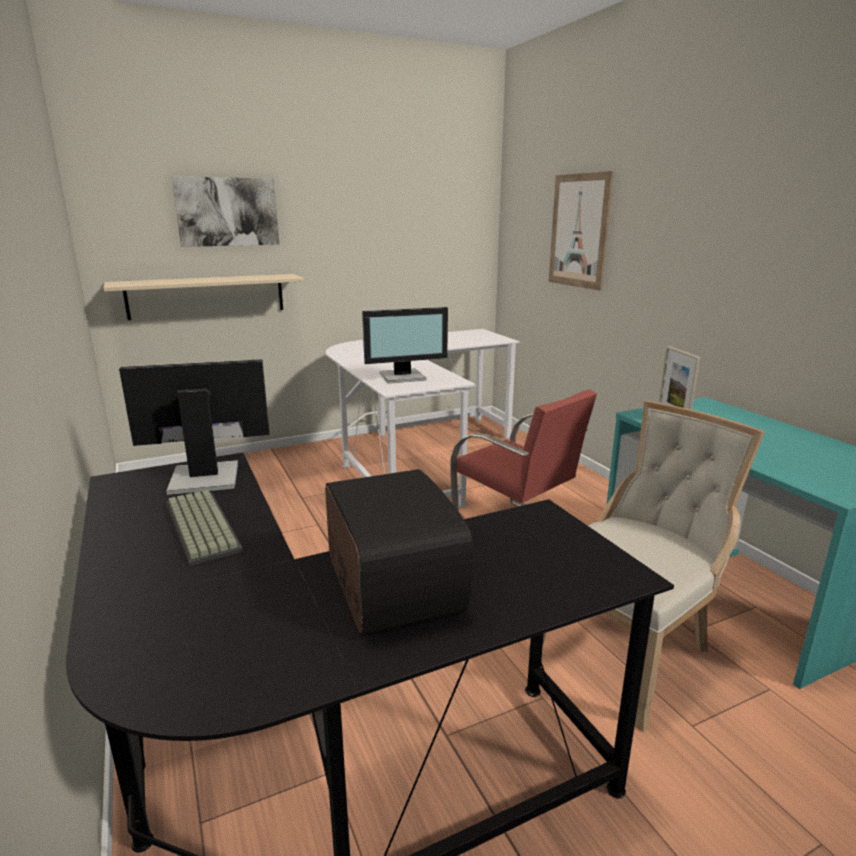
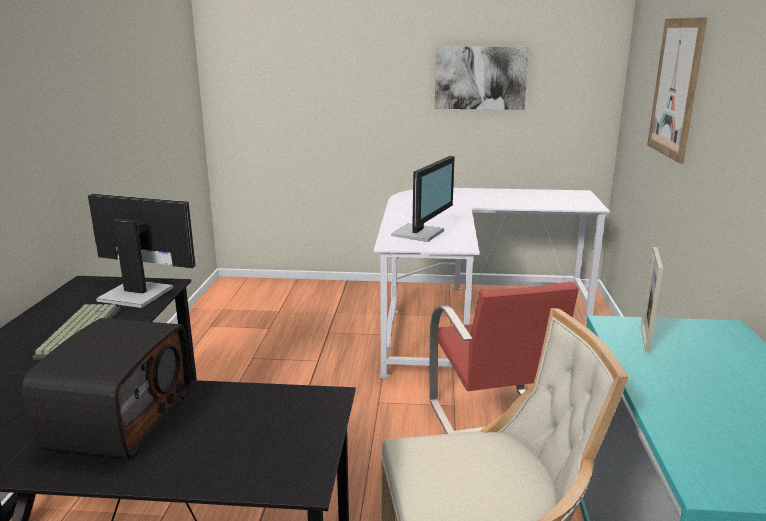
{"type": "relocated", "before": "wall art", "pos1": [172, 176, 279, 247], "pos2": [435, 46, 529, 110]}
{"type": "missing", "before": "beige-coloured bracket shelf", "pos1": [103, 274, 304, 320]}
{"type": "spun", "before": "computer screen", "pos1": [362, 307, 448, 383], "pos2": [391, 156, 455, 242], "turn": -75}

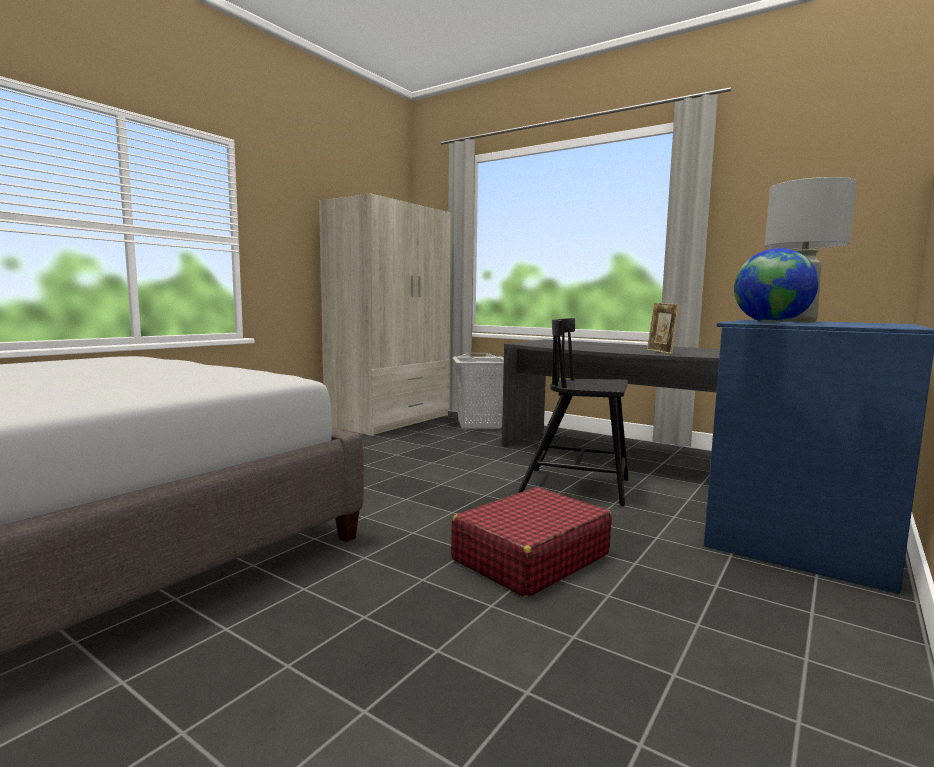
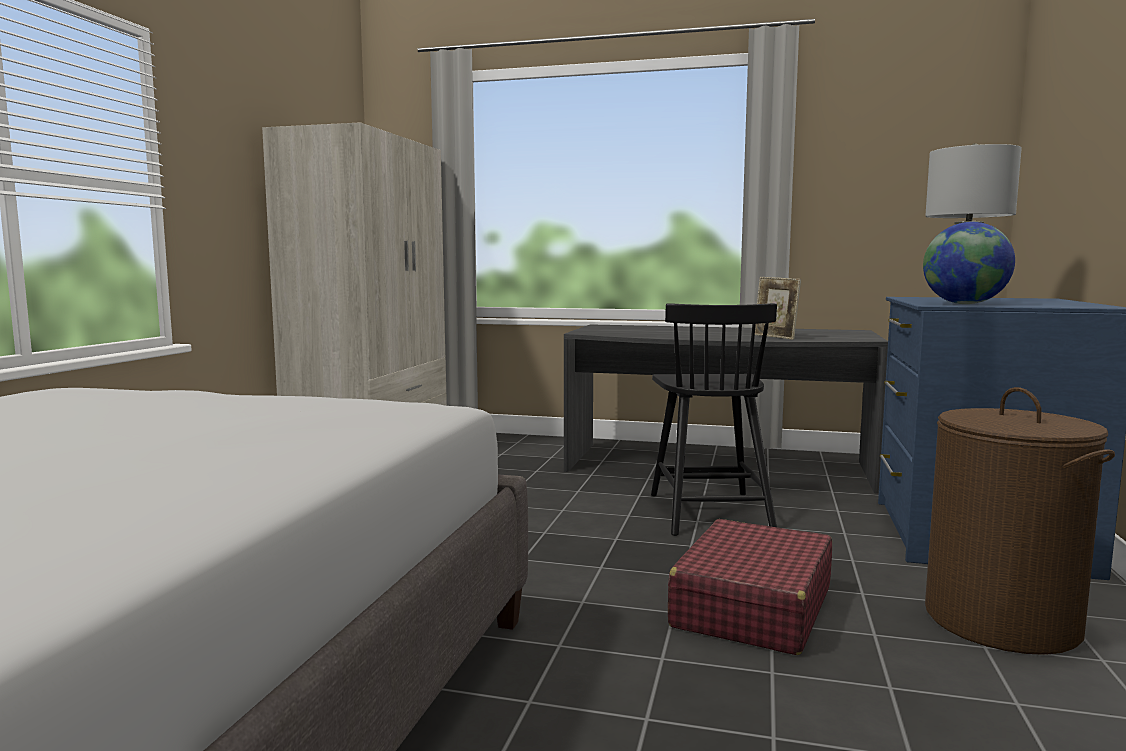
{"type": "spun", "before": "black-coloured plain chair", "pos1": [518, 318, 629, 506], "pos2": [651, 303, 777, 536], "turn": -90}
{"type": "missing", "before": "grey washing basket", "pos1": [452, 353, 504, 429]}
{"type": "appeared", "after": "brown-coloured washing basket", "pos2": [925, 387, 1115, 655]}

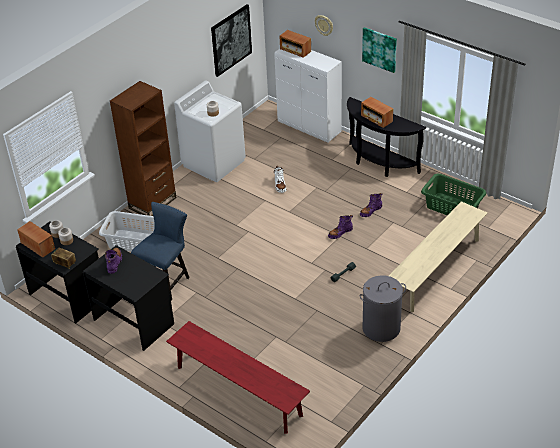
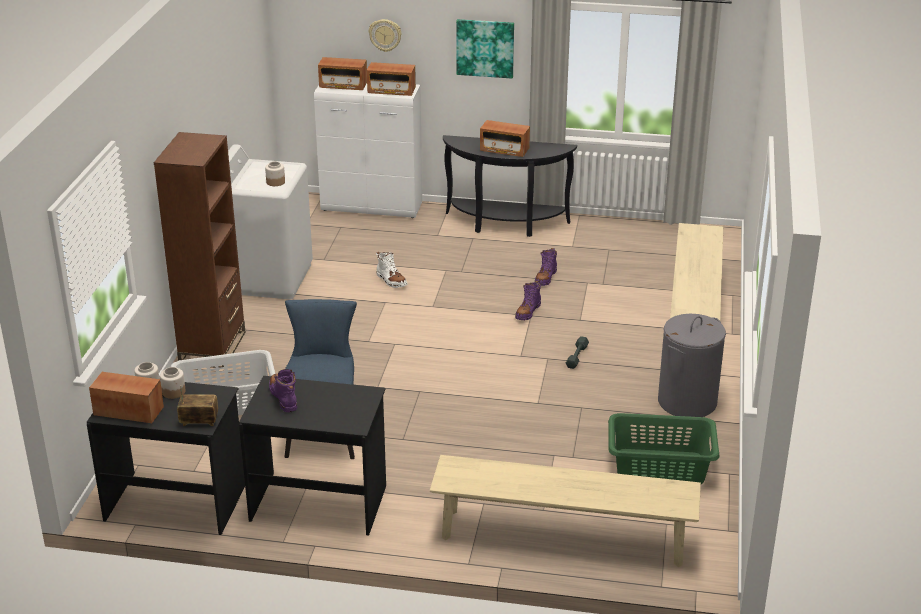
{"type": "missing", "before": "wall art", "pos1": [211, 4, 252, 77]}
{"type": "relocated", "before": "greenish washing basket", "pos1": [421, 174, 486, 215], "pos2": [608, 413, 719, 484]}
{"type": "colour", "before": "reddish indoor bench", "after": "beige-coloured indoor bench", "pos1": [166, 321, 310, 434], "pos2": [430, 455, 701, 567]}
{"type": "appeared", "after": "radio set", "pos2": [367, 62, 416, 96]}

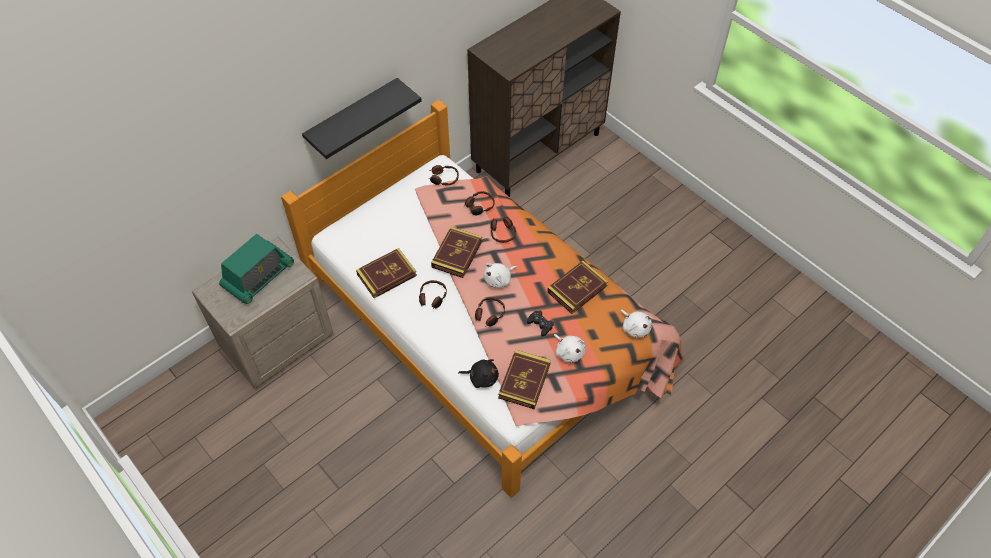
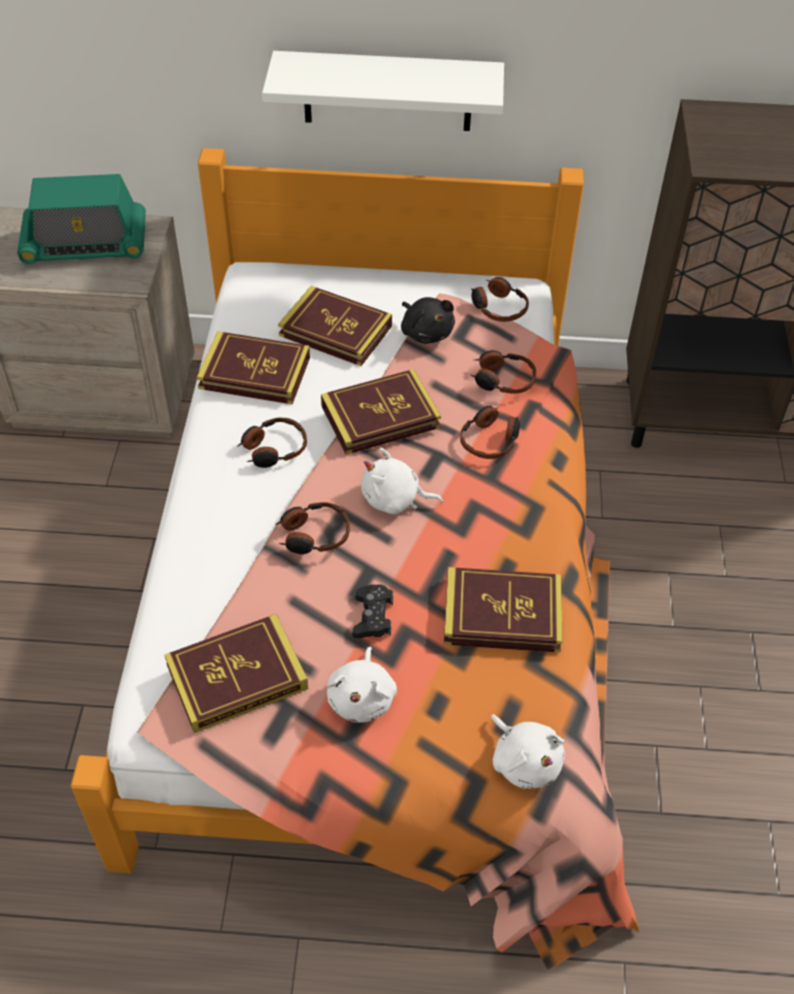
{"type": "colour", "before": "black-coloured bracket shelf", "after": "whitish bracket shelf", "pos1": [302, 78, 422, 159], "pos2": [262, 51, 504, 131]}
{"type": "spun", "before": "whitish cuddly toy", "pos1": [620, 310, 652, 338], "pos2": [490, 714, 565, 789], "turn": -45}
{"type": "relocated", "before": "black-coloured cuddly toy", "pos1": [458, 359, 499, 388], "pos2": [401, 297, 455, 344]}
{"type": "appeared", "after": "volume", "pos2": [278, 286, 392, 366]}

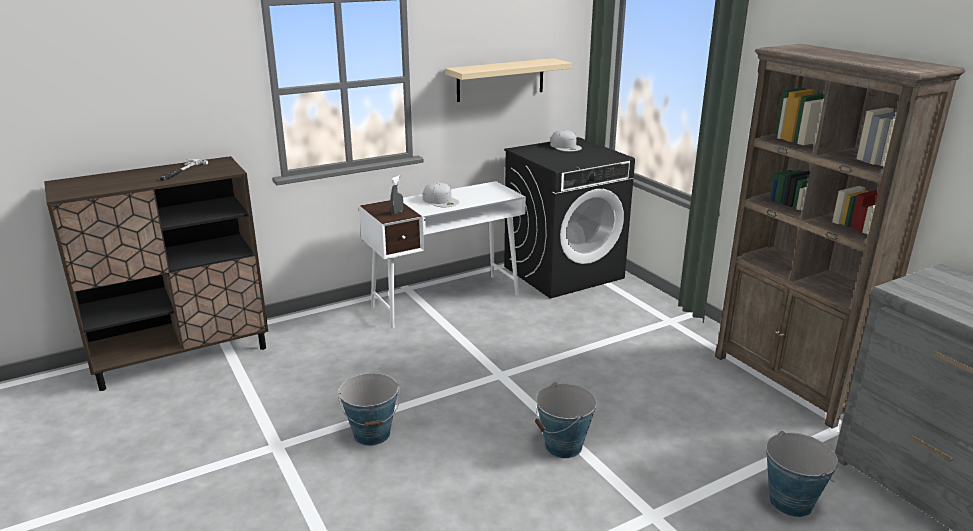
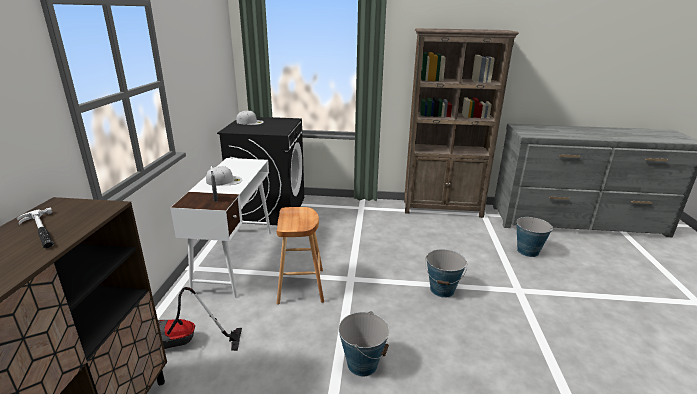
{"type": "missing", "before": "beige-coloured bracket shelf", "pos1": [445, 58, 572, 102]}
{"type": "appeared", "after": "brown-coloured stool seat", "pos2": [276, 207, 324, 305]}
{"type": "appeared", "after": "hoover", "pos2": [158, 287, 242, 351]}

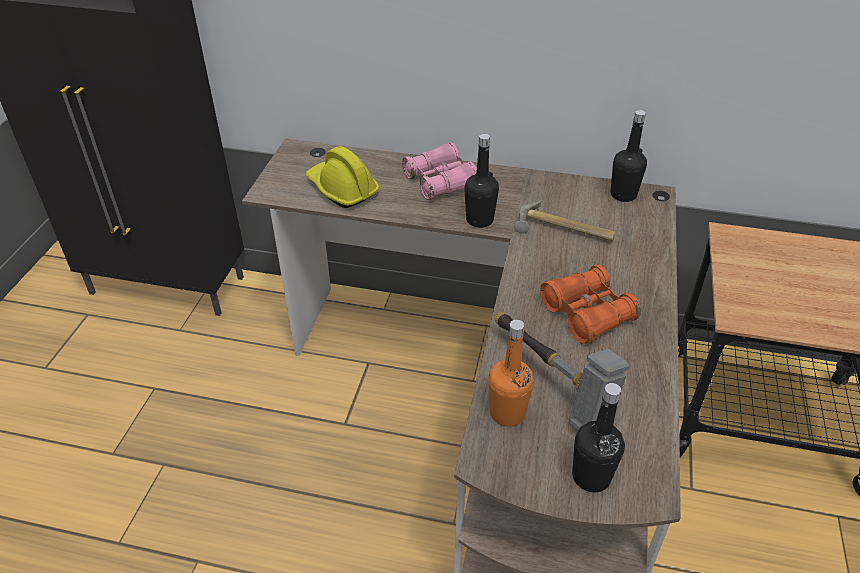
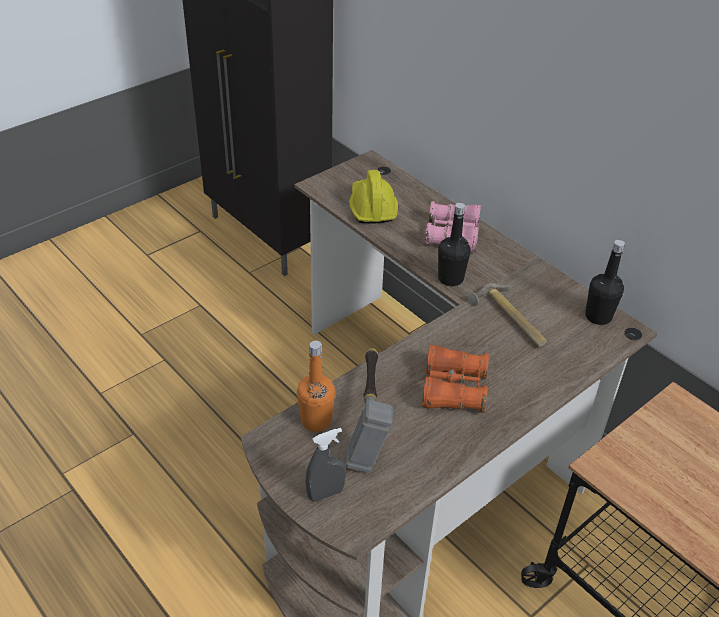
{"type": "exchanged", "before": "black-coloured drink bottle", "after": "grey hand sprayer", "pos1": [572, 383, 625, 492], "pos2": [306, 428, 346, 502]}

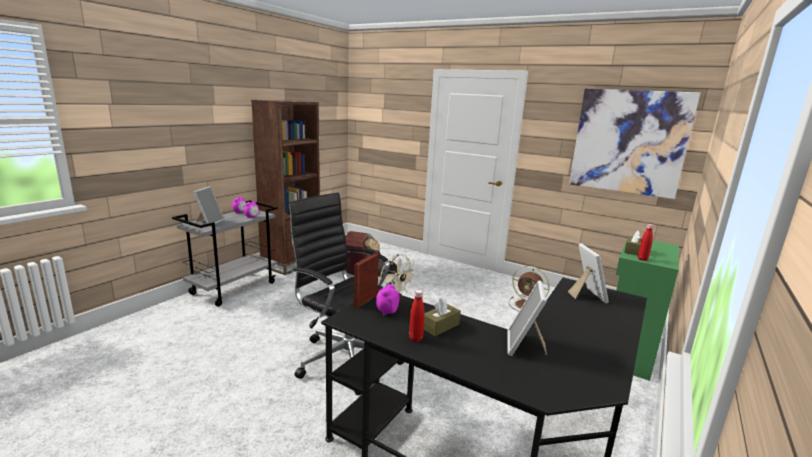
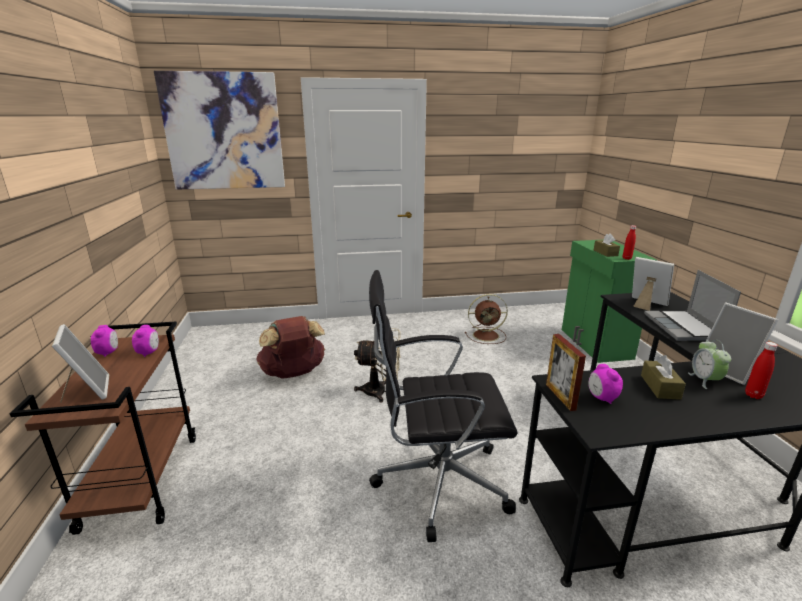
{"type": "relocated", "before": "wall art", "pos1": [569, 89, 700, 199], "pos2": [154, 71, 285, 190]}
{"type": "missing", "before": "brown-coloured shelving unit", "pos1": [251, 100, 320, 275]}
{"type": "colour", "before": "grey cart", "after": "brown-coloured cart", "pos1": [172, 201, 278, 306], "pos2": [10, 321, 196, 535]}
{"type": "relocated", "before": "reddish drink bottle", "pos1": [409, 290, 425, 342], "pos2": [745, 342, 778, 399]}
{"type": "appeared", "after": "notebook computer", "pos2": [644, 270, 741, 341]}
{"type": "appeared", "after": "alarm clock", "pos2": [688, 340, 731, 389]}

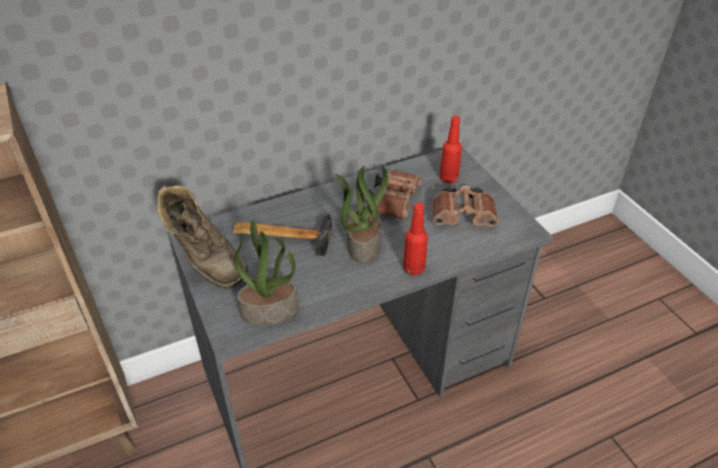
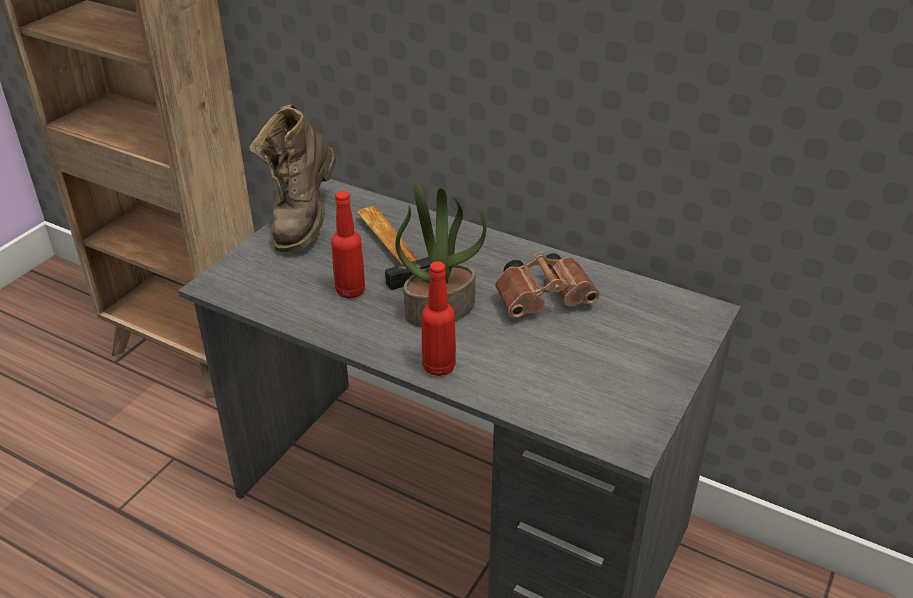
{"type": "relocated", "before": "reddish drink bottle", "pos1": [440, 115, 462, 183], "pos2": [331, 191, 365, 299]}
{"type": "missing", "before": "brown-coloured field glasses", "pos1": [433, 186, 499, 227]}
{"type": "missing", "before": "houseplant", "pos1": [234, 220, 298, 325]}

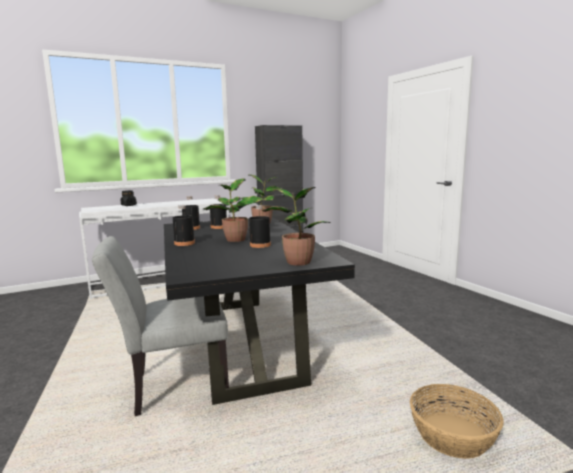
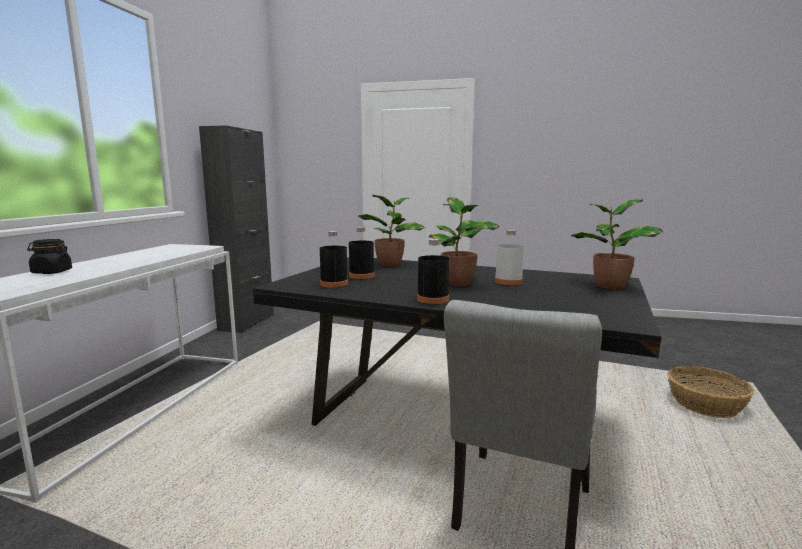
{"type": "colour", "before": "black-coloured drink bottle", "after": "whitish drink bottle", "pos1": [249, 205, 271, 248], "pos2": [495, 230, 524, 285]}

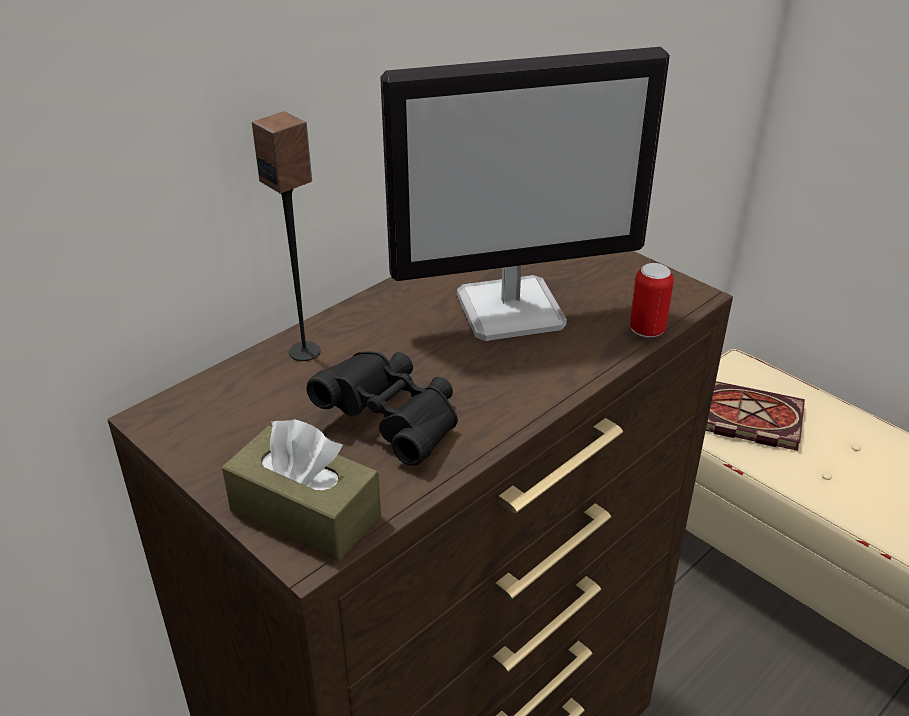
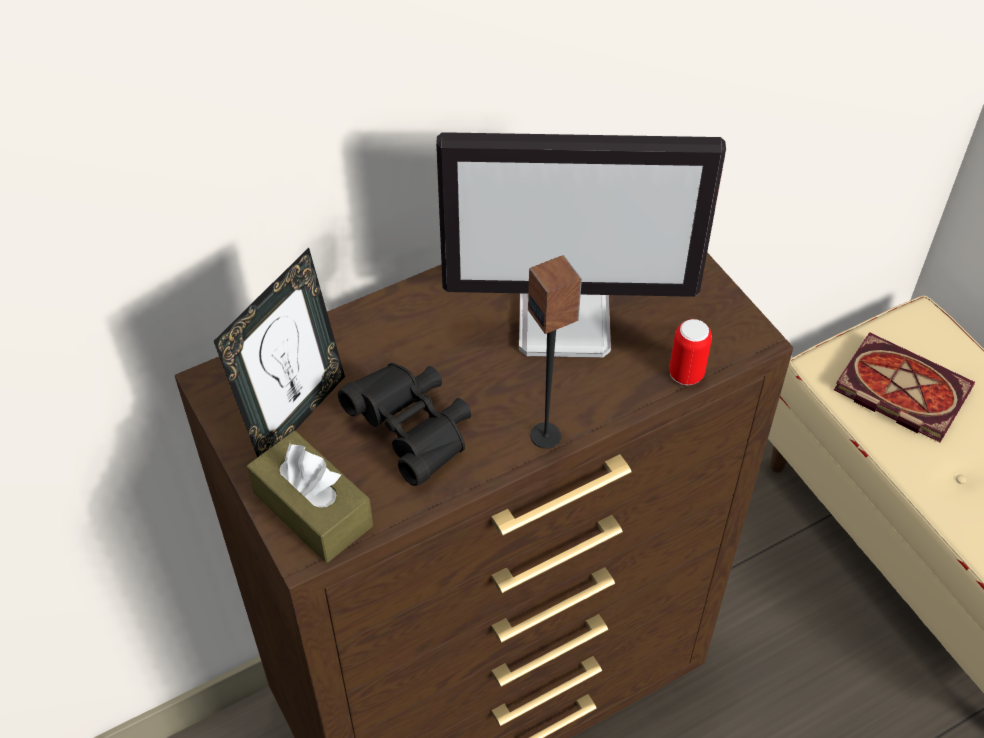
{"type": "relocated", "before": "loudspeaker", "pos1": [252, 111, 321, 361], "pos2": [528, 255, 582, 449]}
{"type": "appeared", "after": "picture frame", "pos2": [214, 248, 345, 457]}

